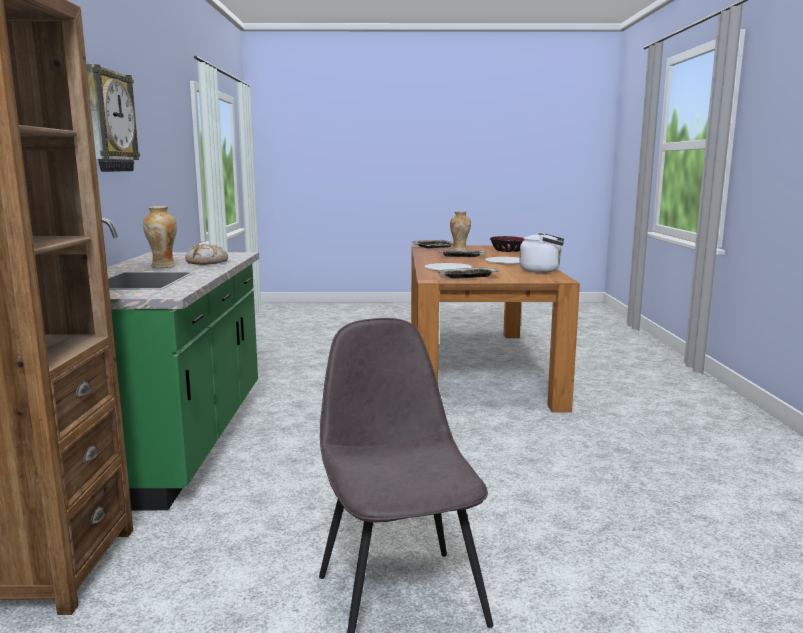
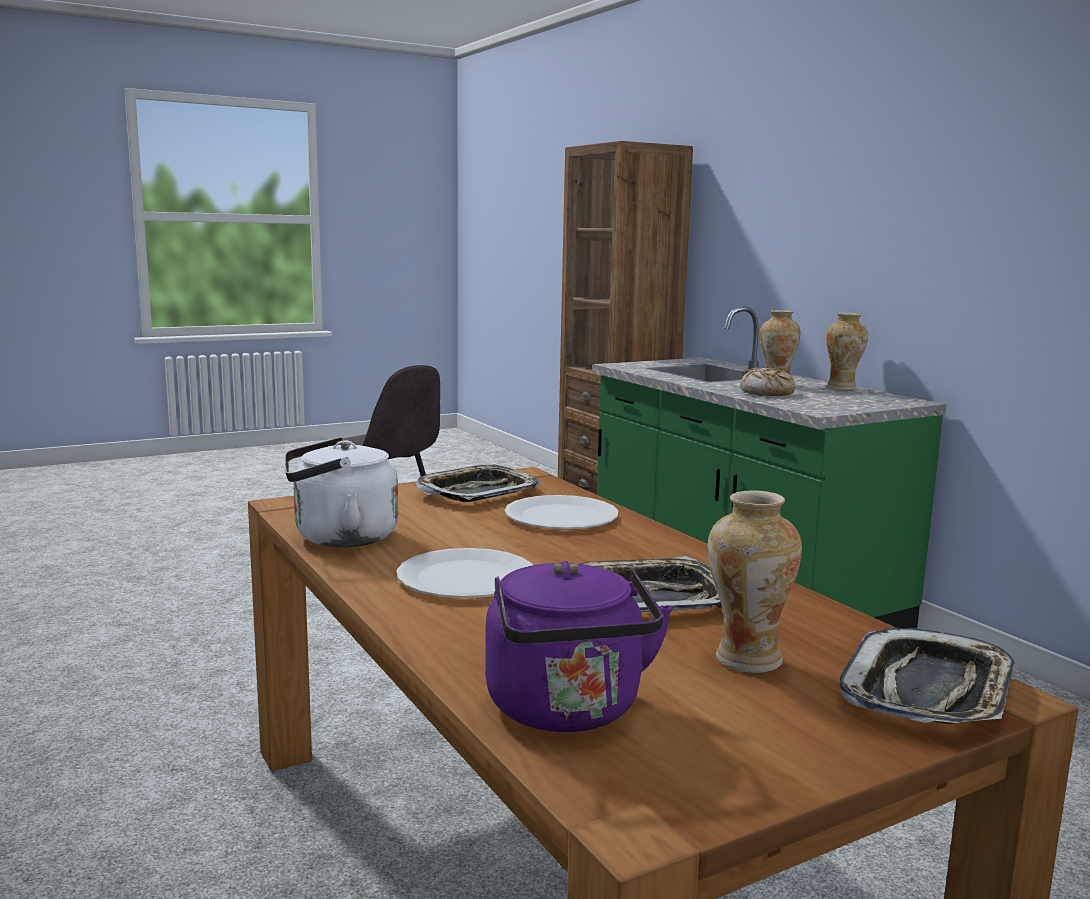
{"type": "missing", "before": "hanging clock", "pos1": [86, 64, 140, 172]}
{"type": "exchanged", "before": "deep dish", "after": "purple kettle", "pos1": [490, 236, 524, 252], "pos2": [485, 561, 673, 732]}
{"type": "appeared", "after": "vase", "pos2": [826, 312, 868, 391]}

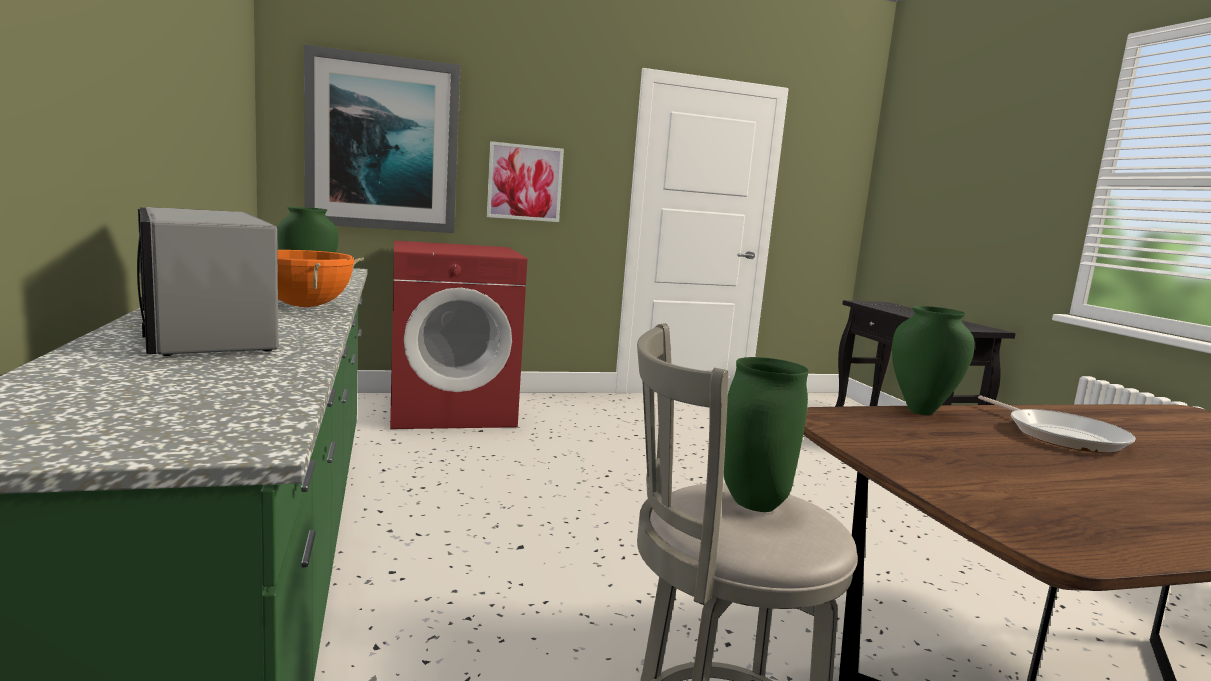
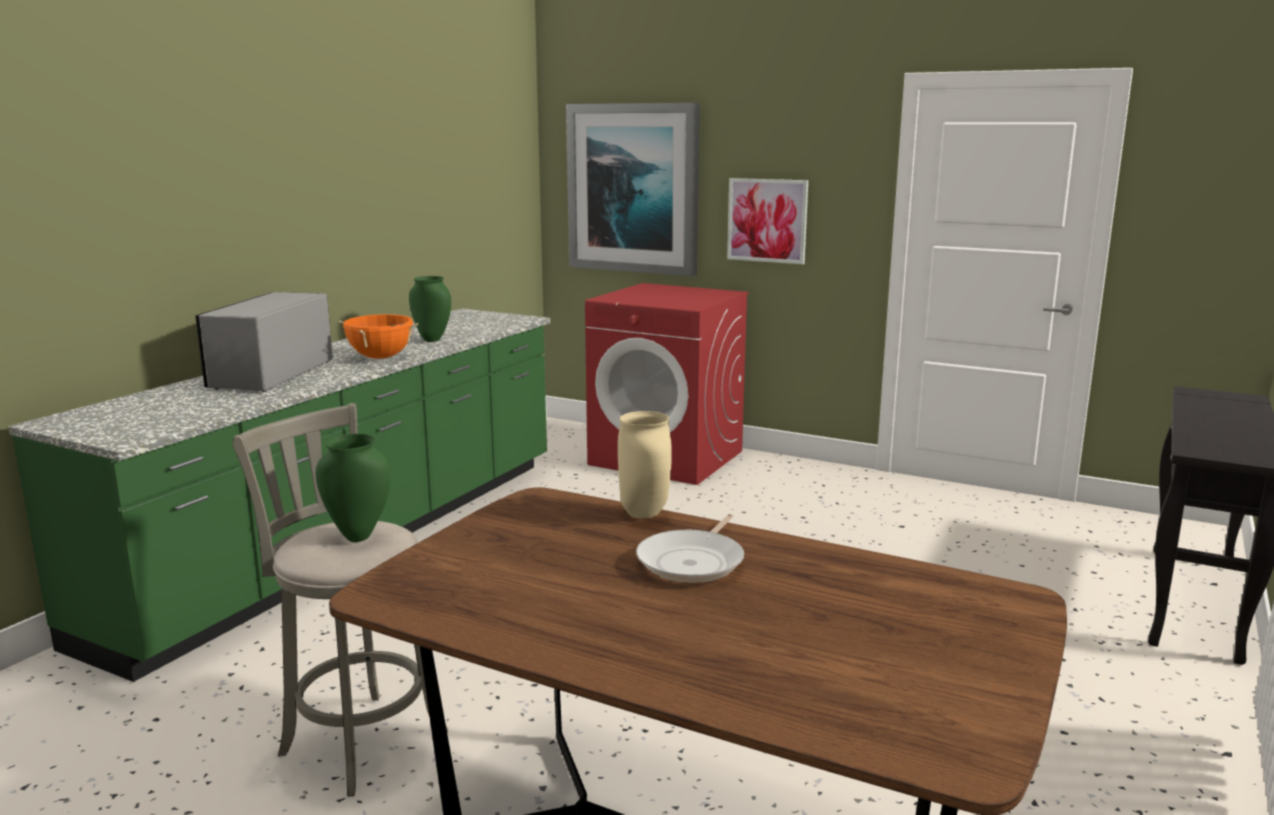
{"type": "colour", "before": "greenish vase", "after": "beige-coloured vase", "pos1": [892, 306, 975, 415], "pos2": [618, 411, 672, 519]}

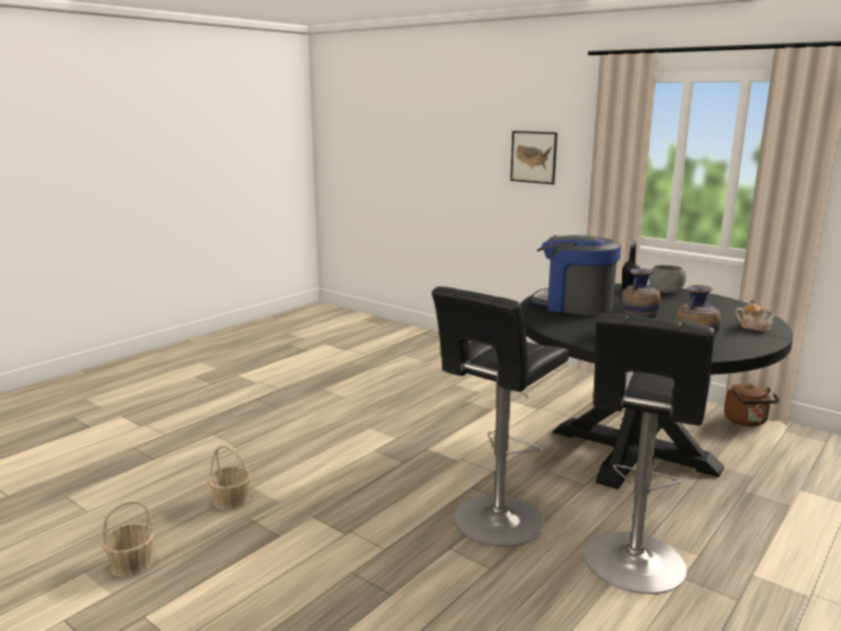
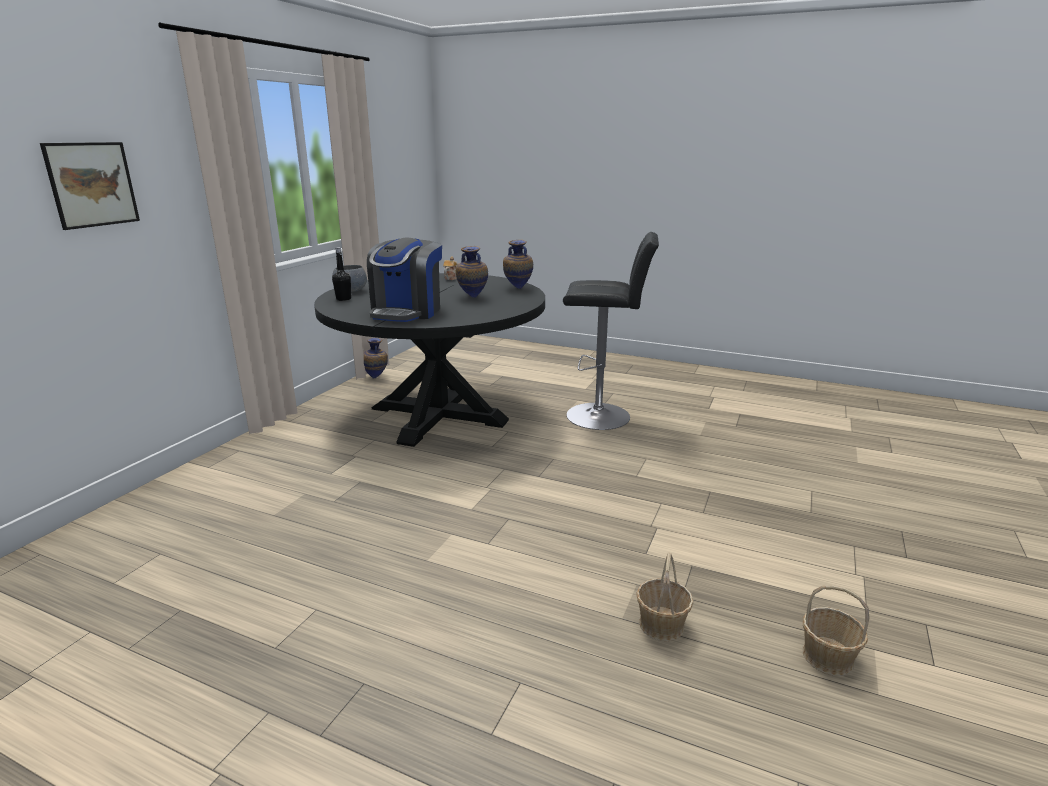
{"type": "missing", "before": "black-coloured stool seat", "pos1": [432, 286, 569, 547]}
{"type": "exchanged", "before": "brown-coloured kettle", "after": "vase", "pos1": [724, 384, 779, 427], "pos2": [363, 338, 388, 379]}

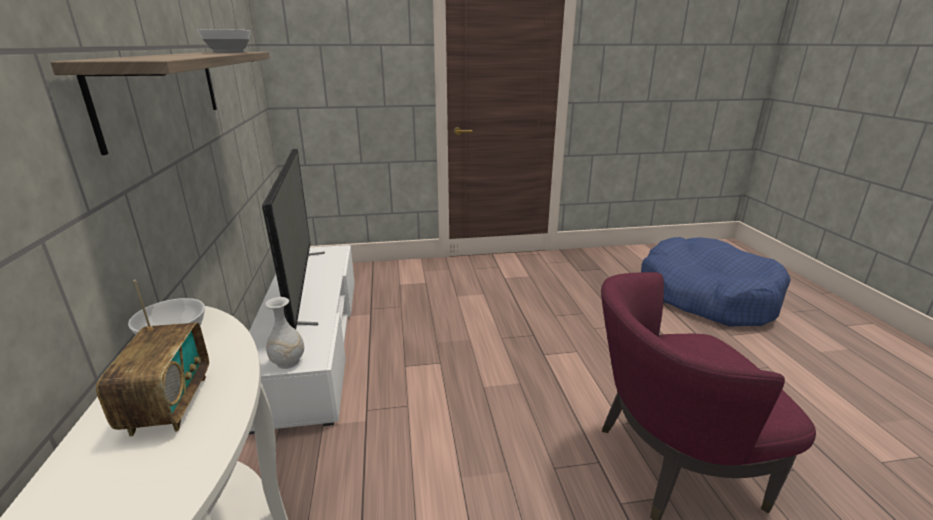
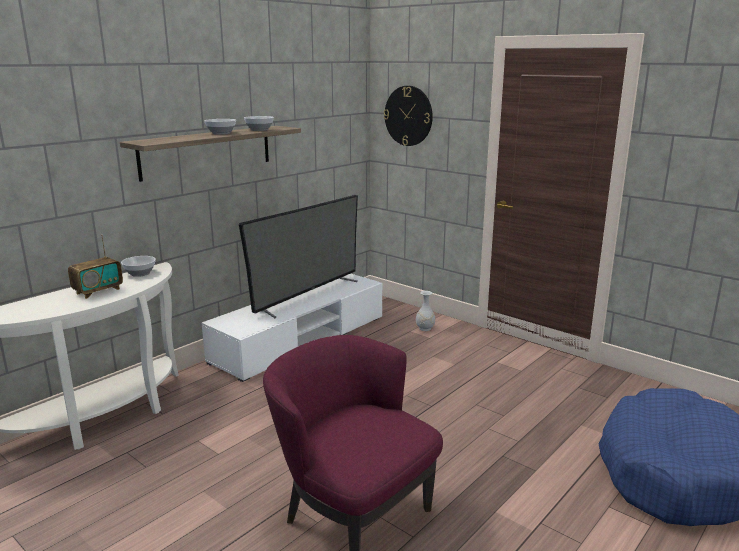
{"type": "relocated", "before": "whitish vase", "pos1": [265, 297, 304, 369], "pos2": [416, 291, 435, 331]}
{"type": "appeared", "after": "hanging clock", "pos2": [384, 86, 433, 146]}
{"type": "appeared", "after": "deep dish", "pos2": [204, 119, 236, 135]}

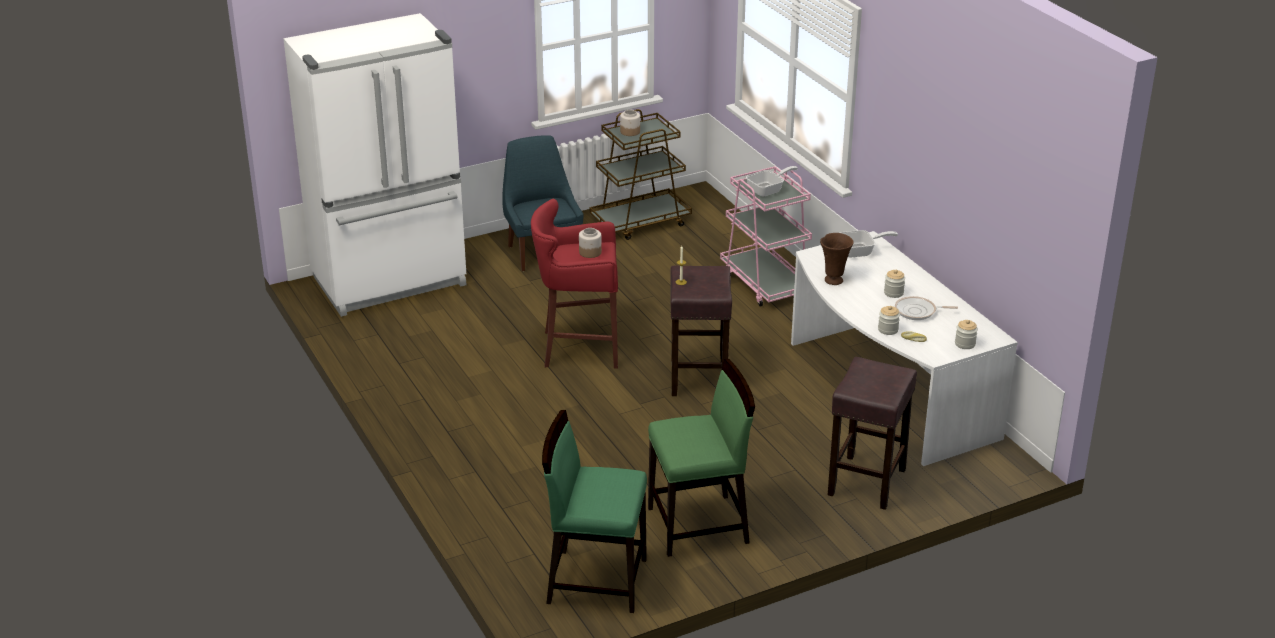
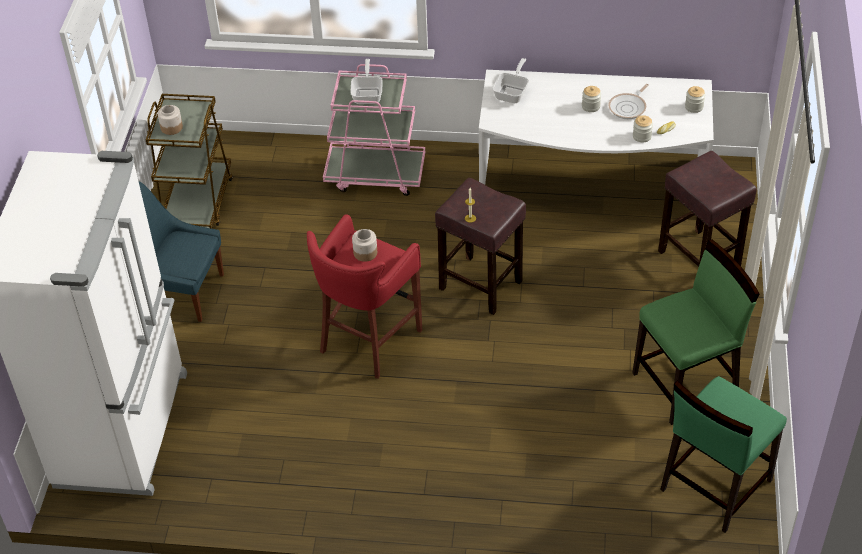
{"type": "missing", "before": "brown-coloured vase", "pos1": [820, 233, 854, 285]}
{"type": "spun", "before": "greenish plain chair", "pos1": [648, 359, 755, 557], "pos2": [632, 240, 760, 425], "turn": 45}

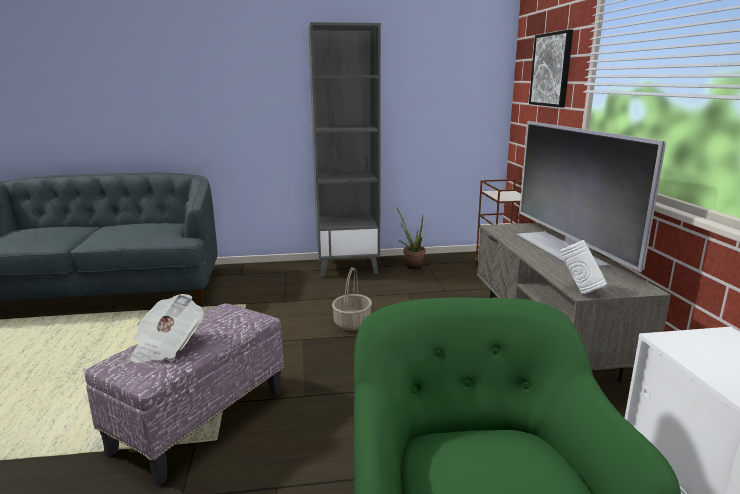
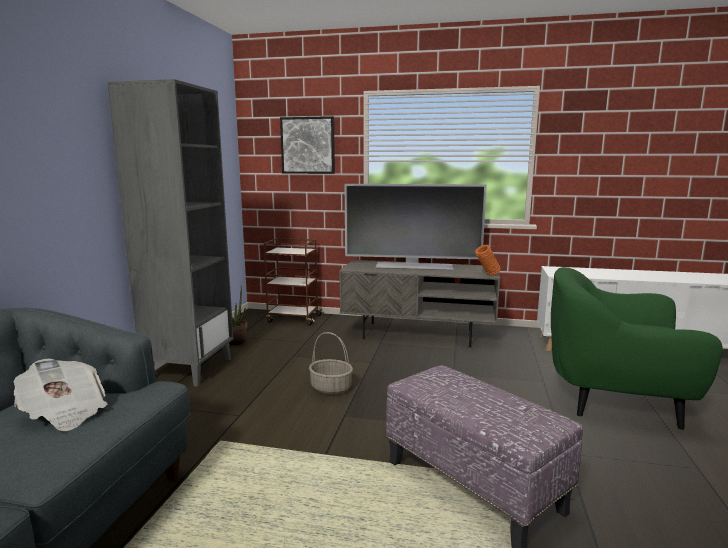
{"type": "colour", "before": "whitish vase", "after": "orange vase", "pos1": [560, 240, 607, 294], "pos2": [475, 245, 501, 276]}
{"type": "relocated", "before": "daily paper", "pos1": [130, 294, 204, 363], "pos2": [14, 359, 107, 431]}

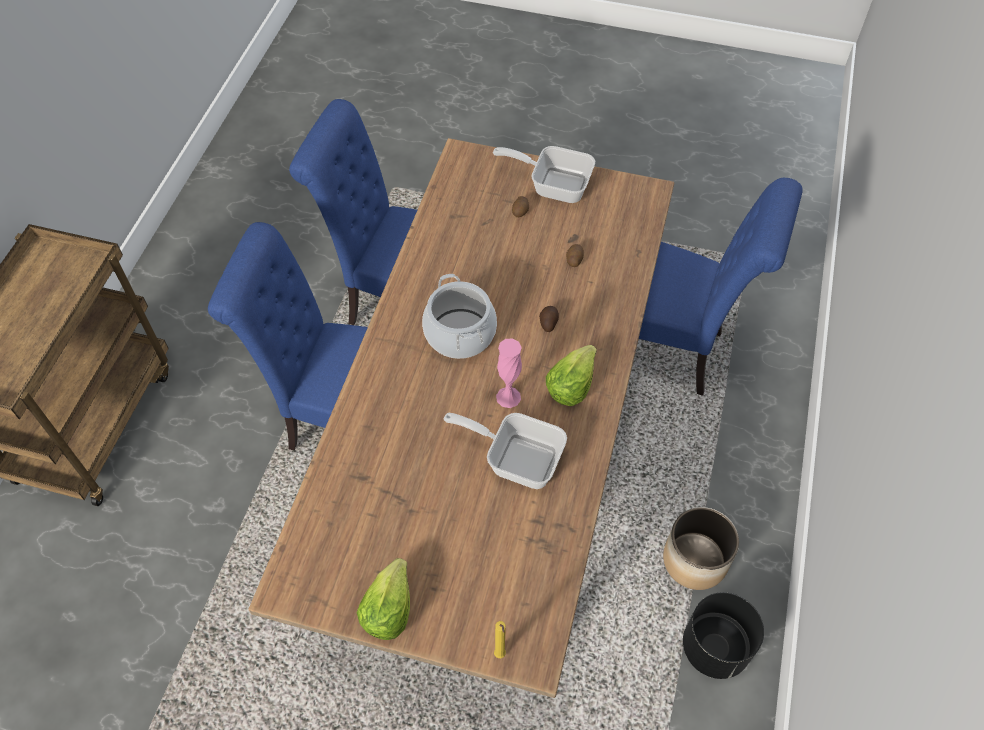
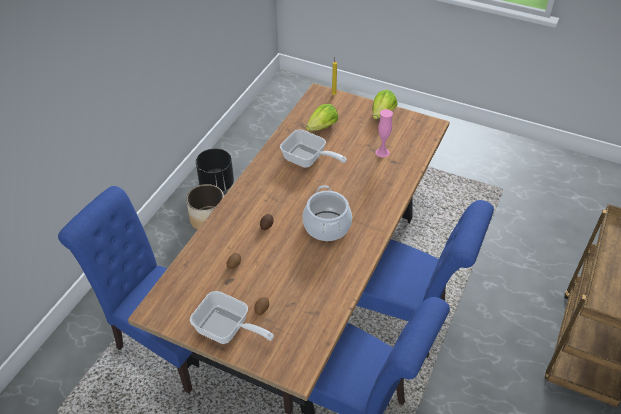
{"type": "relocated", "before": "pinkish vase", "pos1": [496, 338, 522, 408], "pos2": [376, 109, 393, 158]}
{"type": "relocated", "before": "lettuce", "pos1": [546, 345, 597, 406], "pos2": [306, 104, 338, 131]}

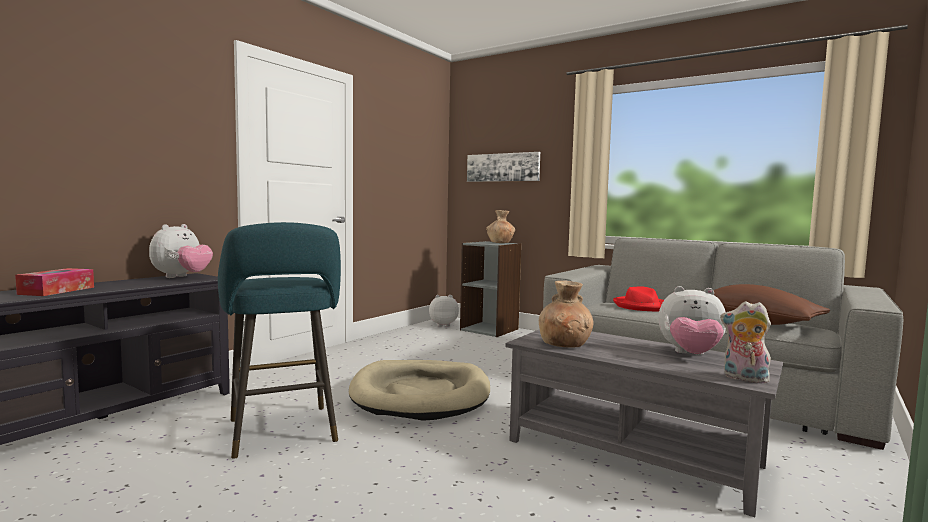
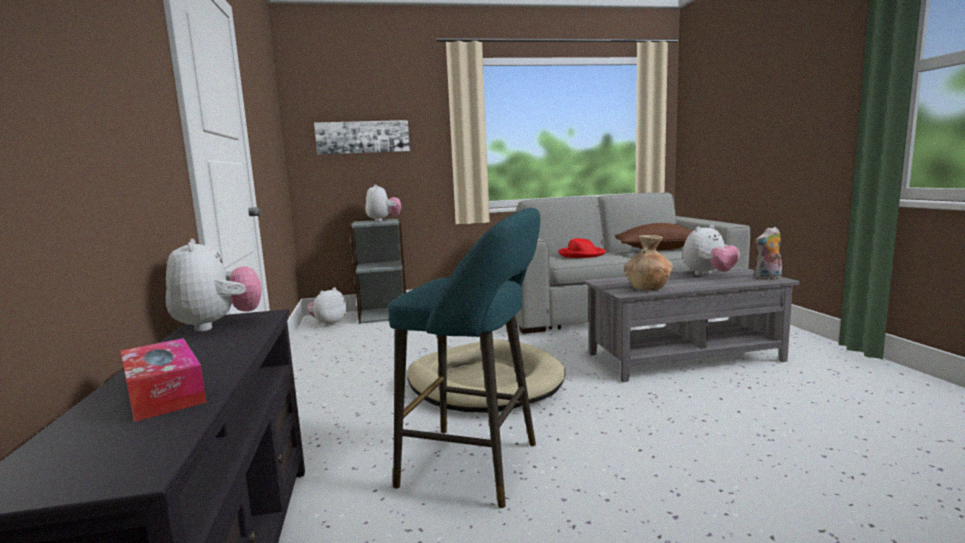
{"type": "exchanged", "before": "brown-coloured vase", "after": "cuddly toy", "pos1": [486, 210, 515, 243], "pos2": [365, 185, 402, 222]}

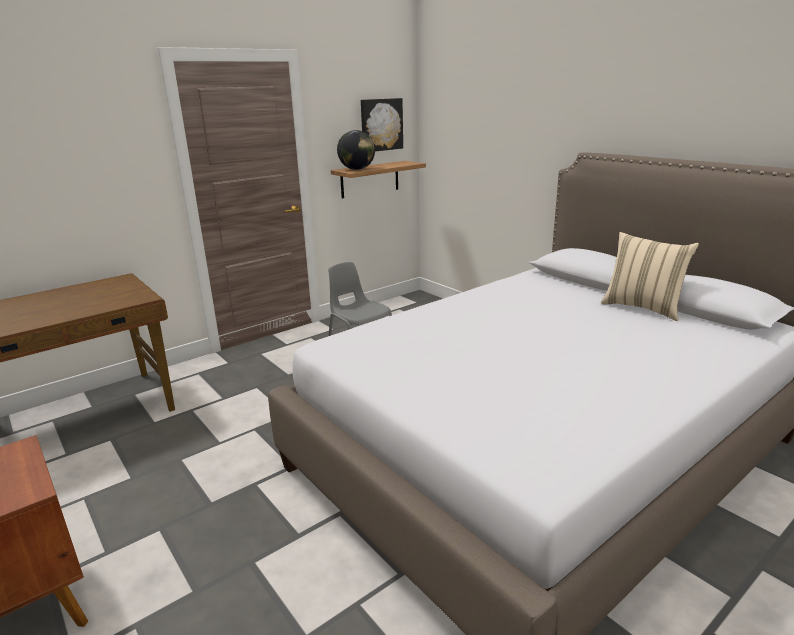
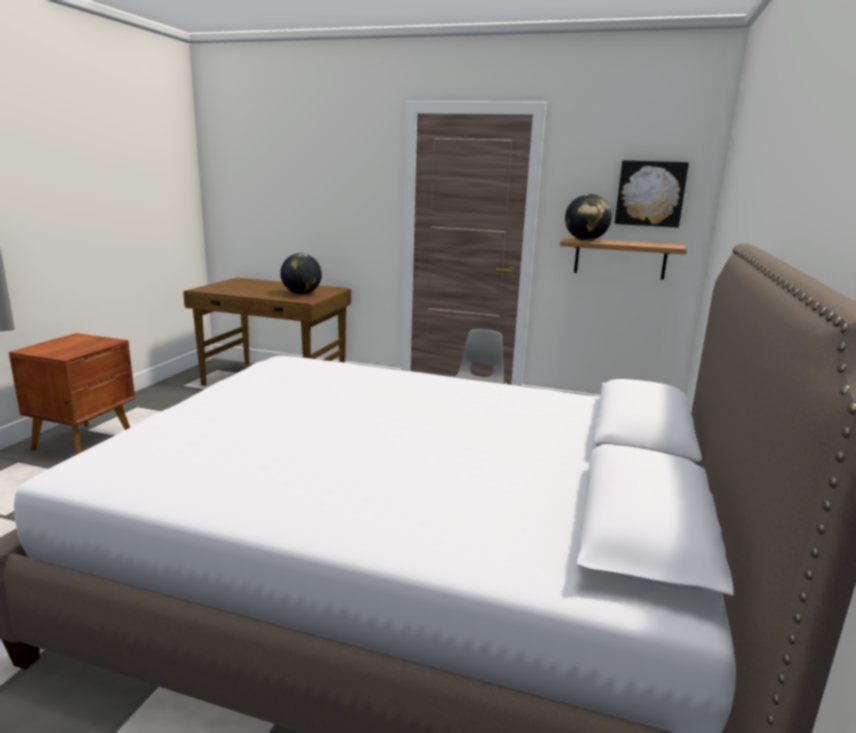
{"type": "missing", "before": "beige-coloured cushion", "pos1": [601, 232, 699, 321]}
{"type": "appeared", "after": "globe", "pos2": [280, 253, 322, 294]}

